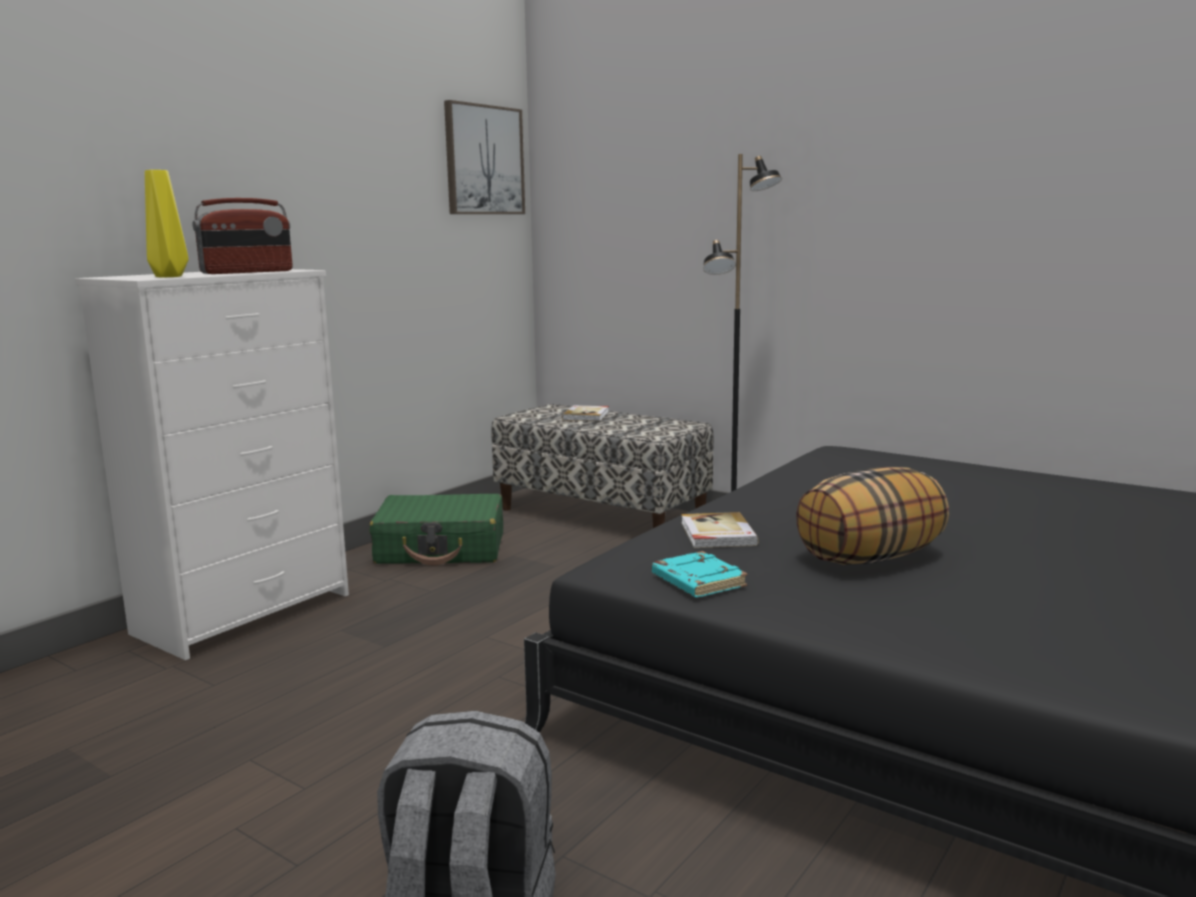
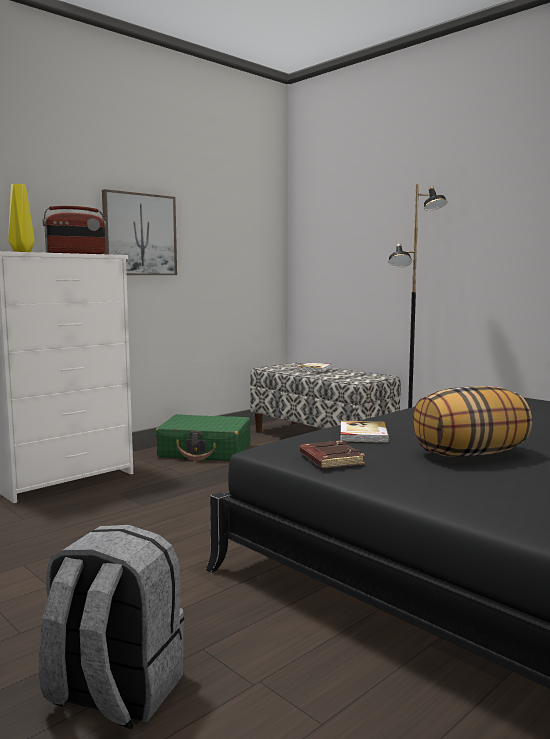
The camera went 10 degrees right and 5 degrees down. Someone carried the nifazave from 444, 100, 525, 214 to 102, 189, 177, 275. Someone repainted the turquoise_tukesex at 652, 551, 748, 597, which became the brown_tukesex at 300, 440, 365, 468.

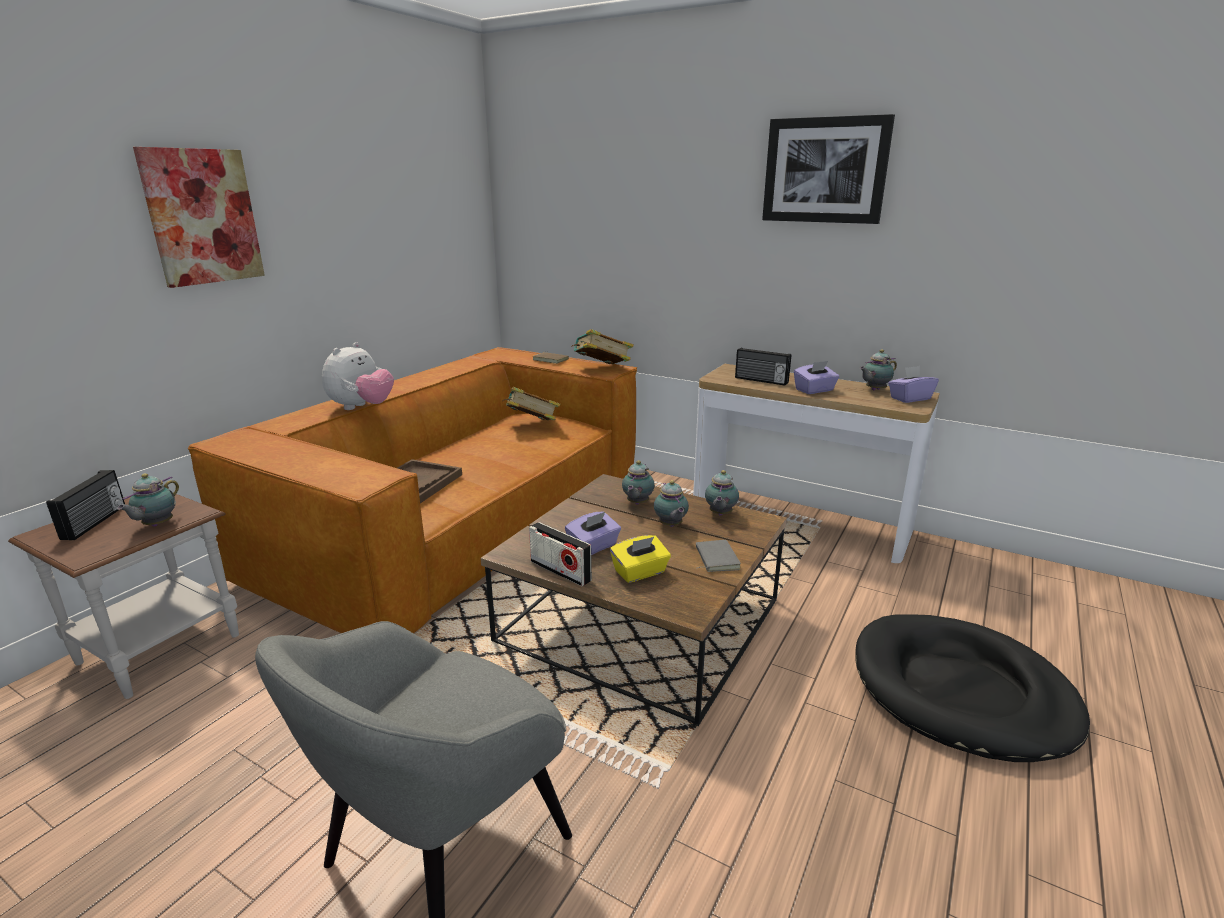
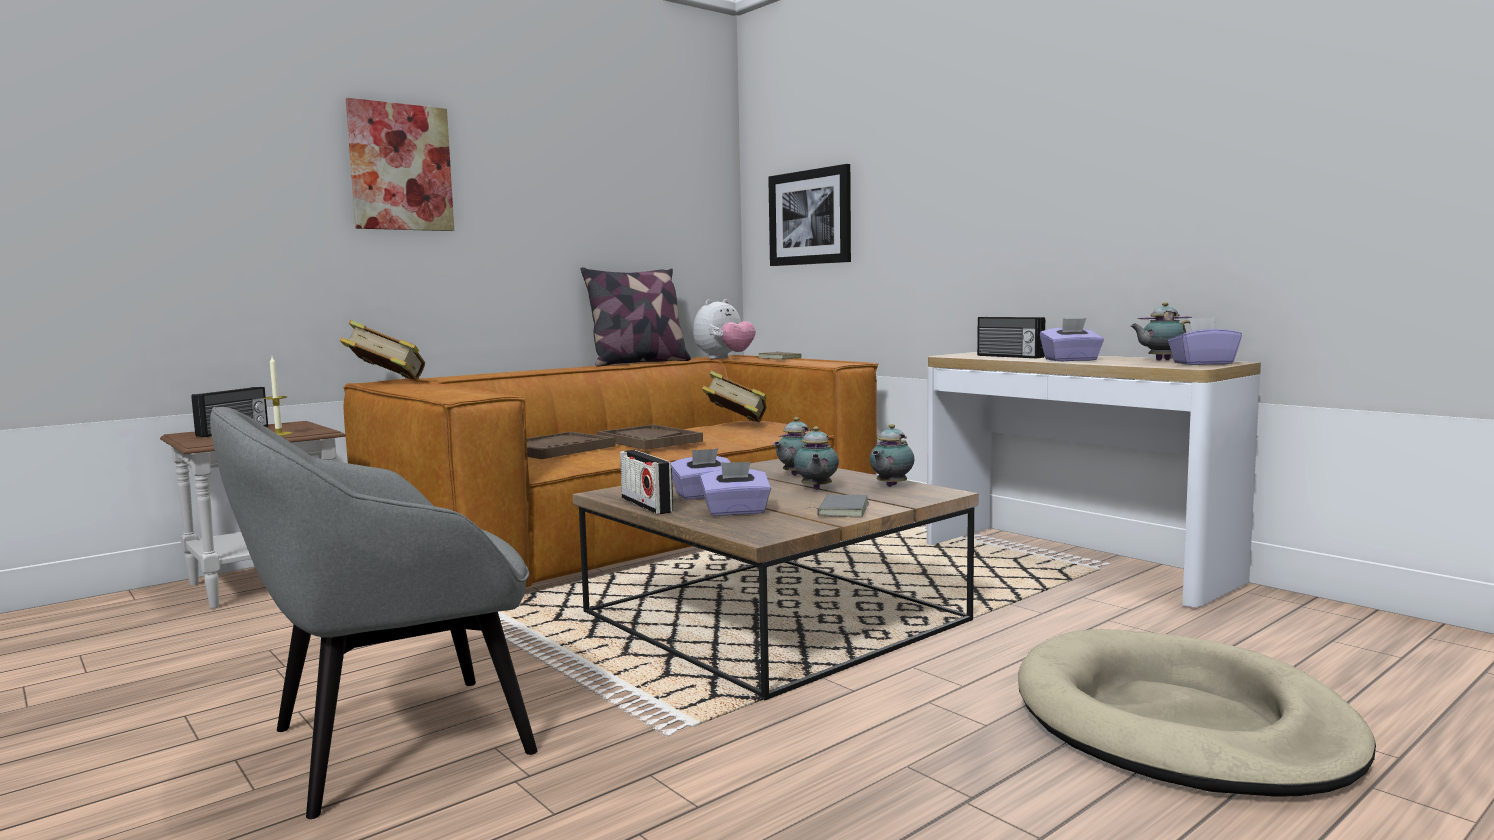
The camera went 20 degrees right and 15 degrees down. Someone put down the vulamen at 581, 267, 691, 367. Someone put down the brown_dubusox at 597, 424, 703, 450. Someone carried the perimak from 322, 342, 394, 410 to 693, 299, 756, 359. Someone carried the tukesex from 571, 329, 633, 364 to 340, 320, 425, 380. Someone carried the nifazave from 762, 114, 895, 224 to 768, 164, 851, 266. Someone swapped the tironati at 117, 473, 179, 527 for the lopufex at 264, 357, 292, 436. Someone repainted the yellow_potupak at 610, 535, 671, 583, which became the purple_potupak at 700, 462, 771, 516. Someone repainted the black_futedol at 855, 614, 1090, 762, which became the beige_futedol at 1018, 629, 1376, 797.

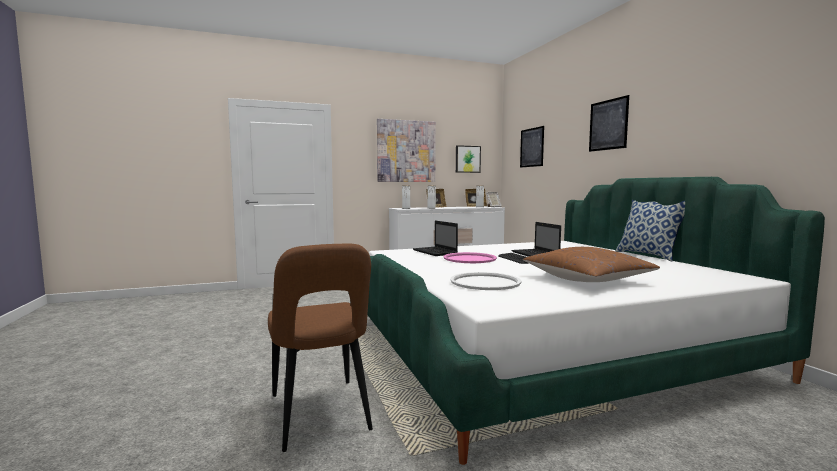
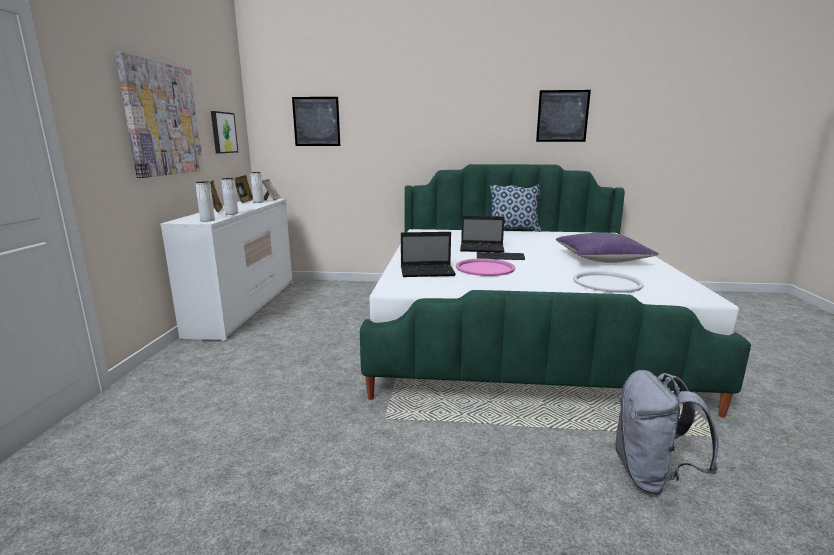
The camera went 65 degrees left and 10 degrees up. Someone carried the nifazave from 589, 95, 629, 152 to 536, 90, 591, 142. Someone swapped the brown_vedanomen at 268, 244, 373, 452 for the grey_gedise at 614, 370, 719, 495. Someone repainted the brown_vulamen at 523, 247, 660, 282, which became the purple_vulamen at 556, 232, 659, 263.

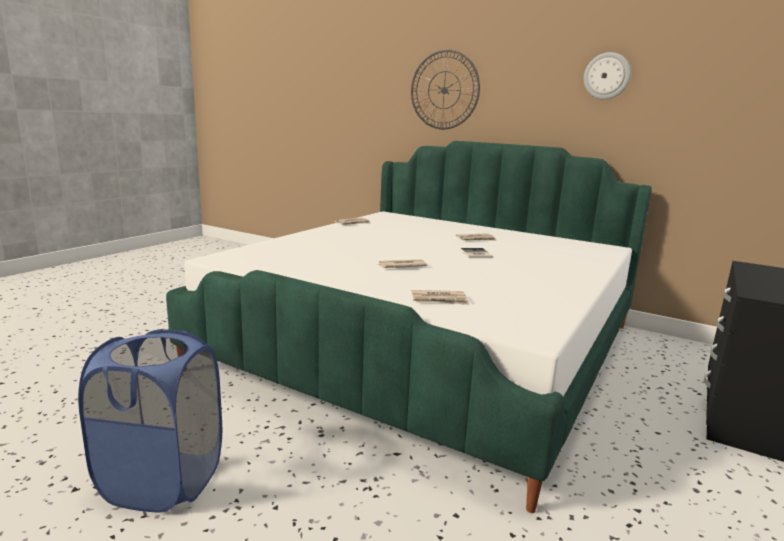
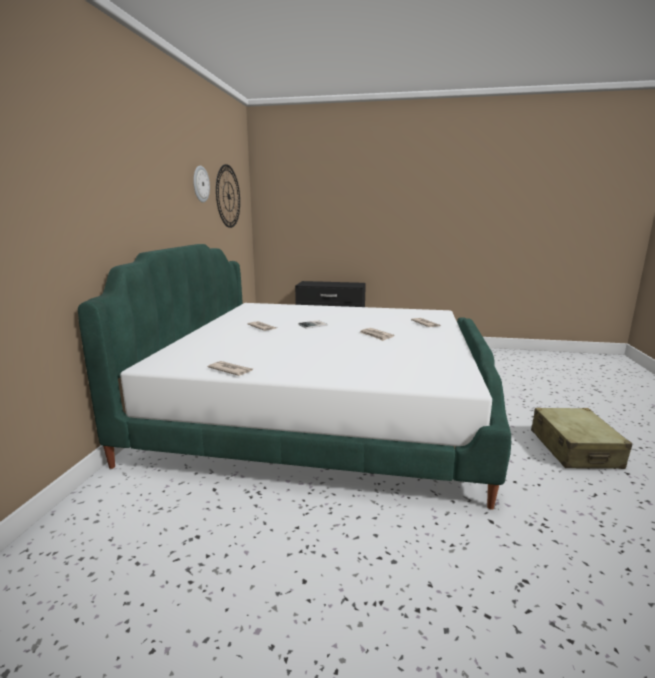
The camera went 110 degrees left and 0 degrees up. Someone carried the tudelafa from 411, 50, 480, 129 to 216, 164, 240, 228. Someone swapped the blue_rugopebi at 78, 329, 222, 512 for the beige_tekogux at 531, 408, 632, 469.

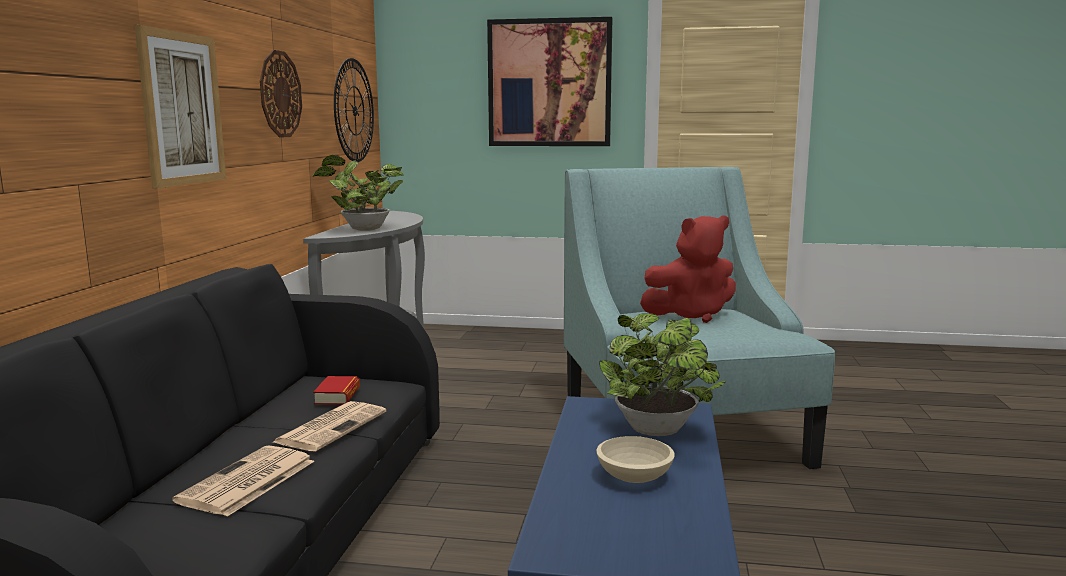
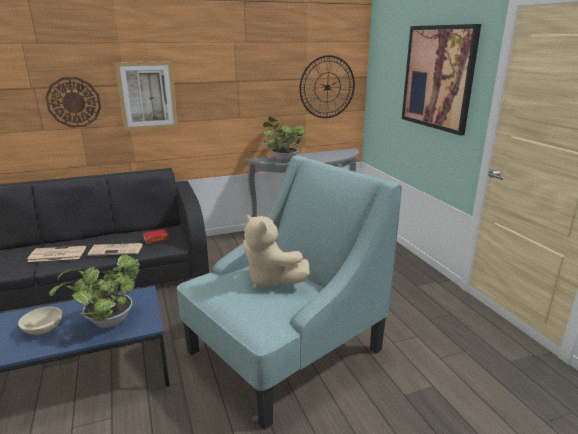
The camera went 60 degrees right and 10 degrees up. Someone carried the tudelafa from 260, 50, 302, 138 to 45, 77, 101, 128. Someone repainted the red_perimak at 640, 215, 736, 323, which became the beige_perimak at 243, 214, 310, 289.

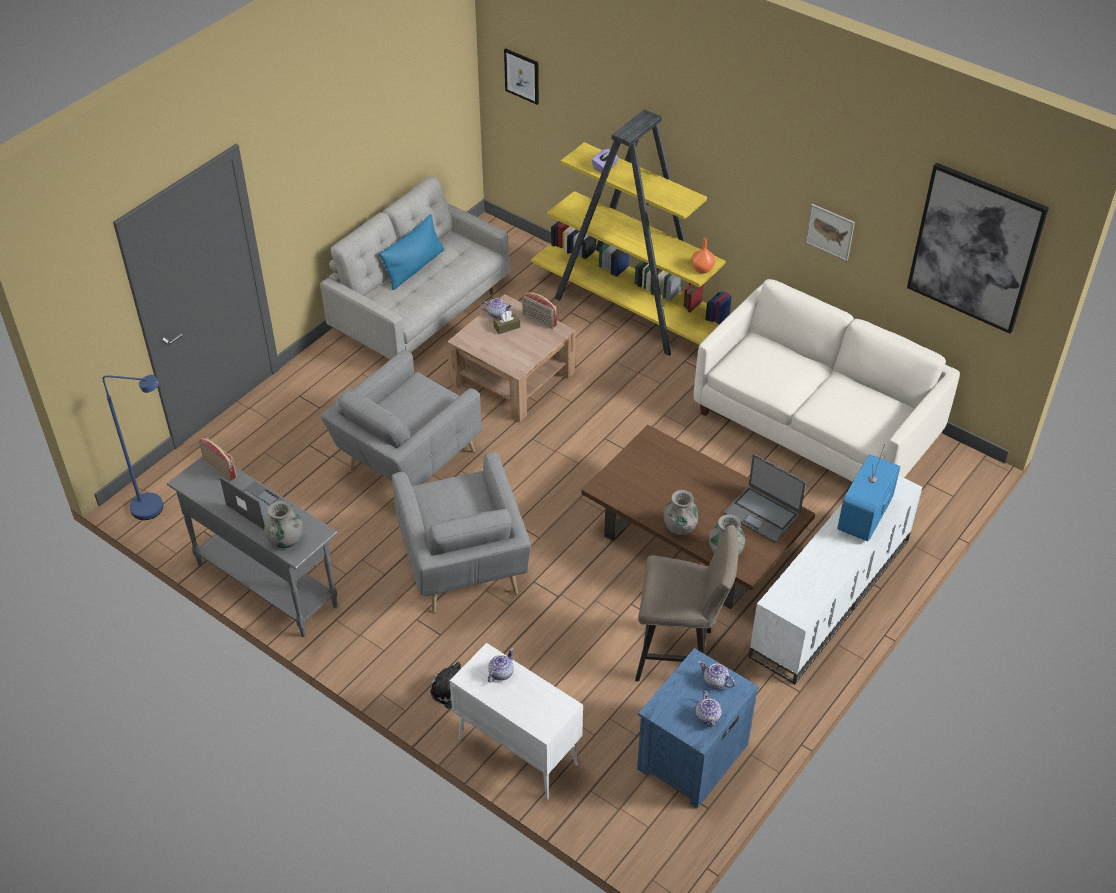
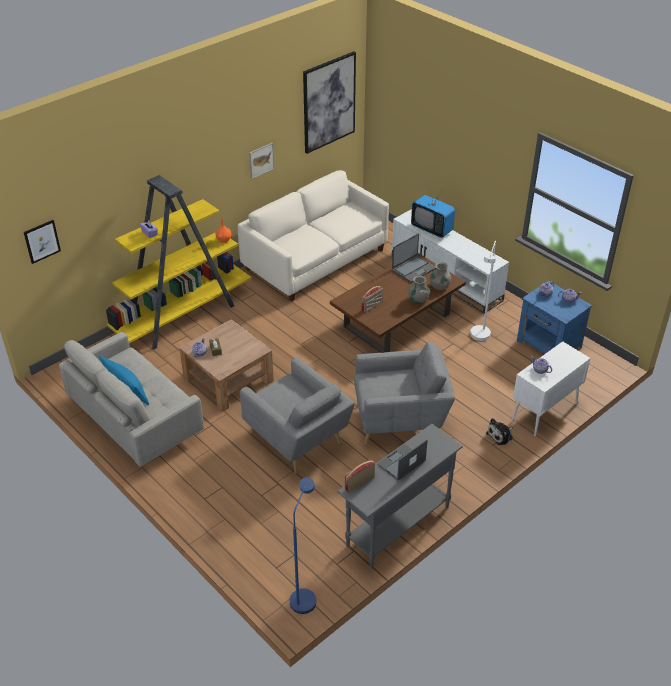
The camera went 80 degrees left and 5 degrees down. Someone took away the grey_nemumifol at 264, 501, 303, 548. Someone carried the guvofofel from 522, 292, 557, 329 to 361, 286, 383, 313. Someone swapped the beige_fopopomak at 635, 525, 739, 681 for the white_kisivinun at 470, 241, 496, 341.

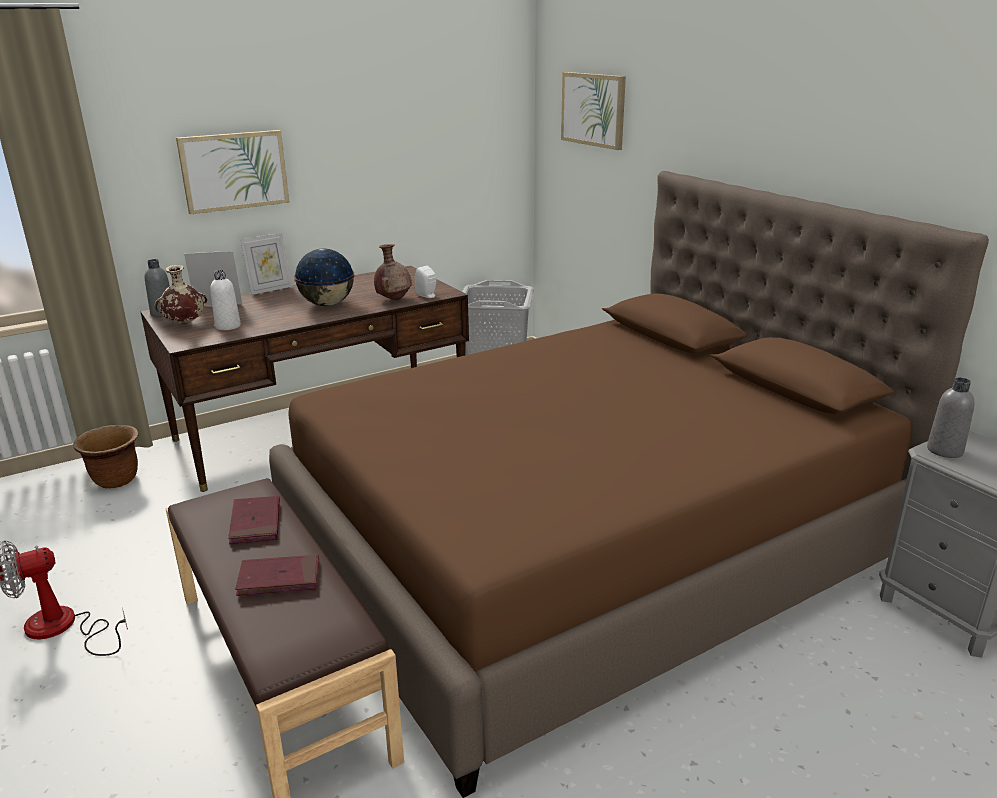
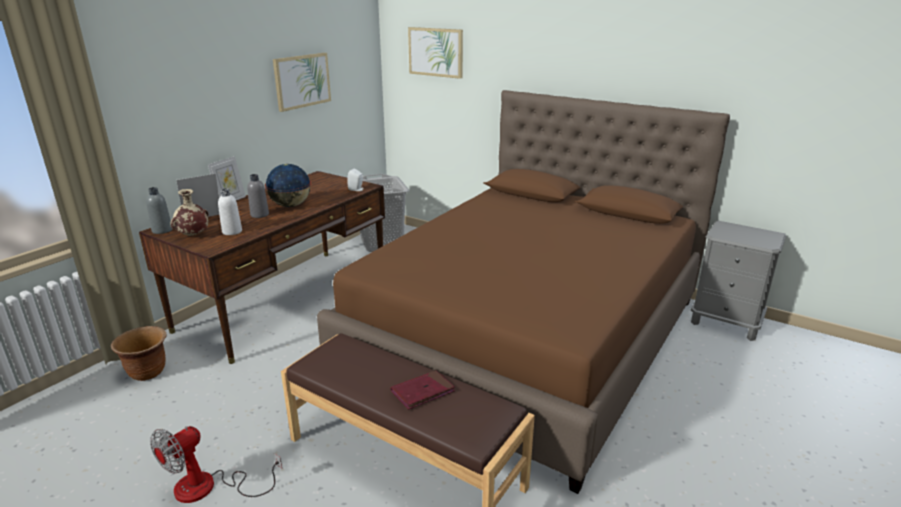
The camera went 25 degrees left and 0 degrees up. Someone took away the red_tukesex at 228, 496, 280, 544. Someone took away the brown_nemumifol at 374, 244, 412, 300. Someone carried the nifazave from 176, 130, 290, 215 to 273, 53, 331, 112. Someone carried the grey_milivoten from 927, 378, 975, 458 to 247, 174, 269, 218.

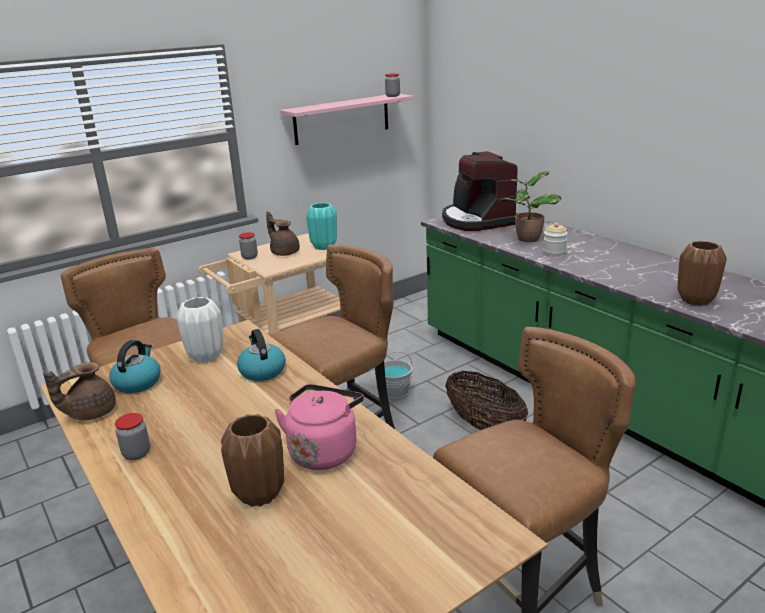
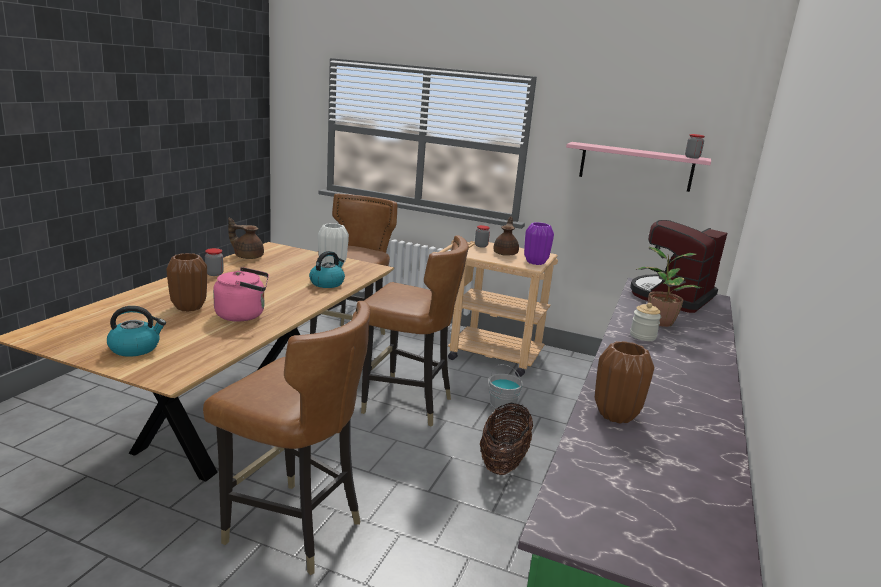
The camera went 55 degrees right and 5 degrees down. Someone carried the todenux from 109, 340, 161, 393 to 107, 306, 166, 357. Someone repainted the turquoise_nemumifol at 306, 203, 337, 250, which became the purple_nemumifol at 524, 222, 554, 265.

